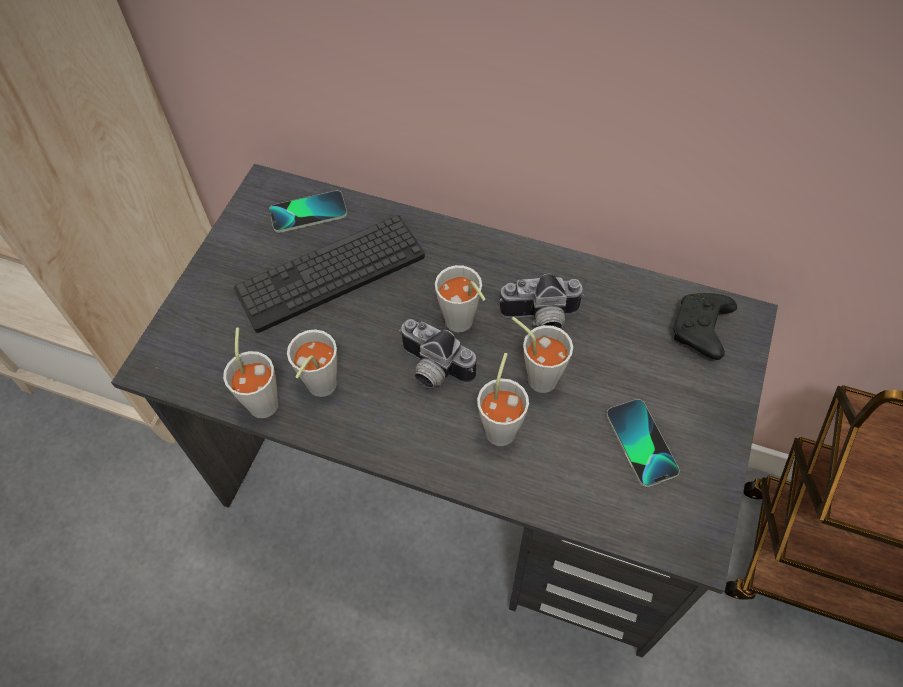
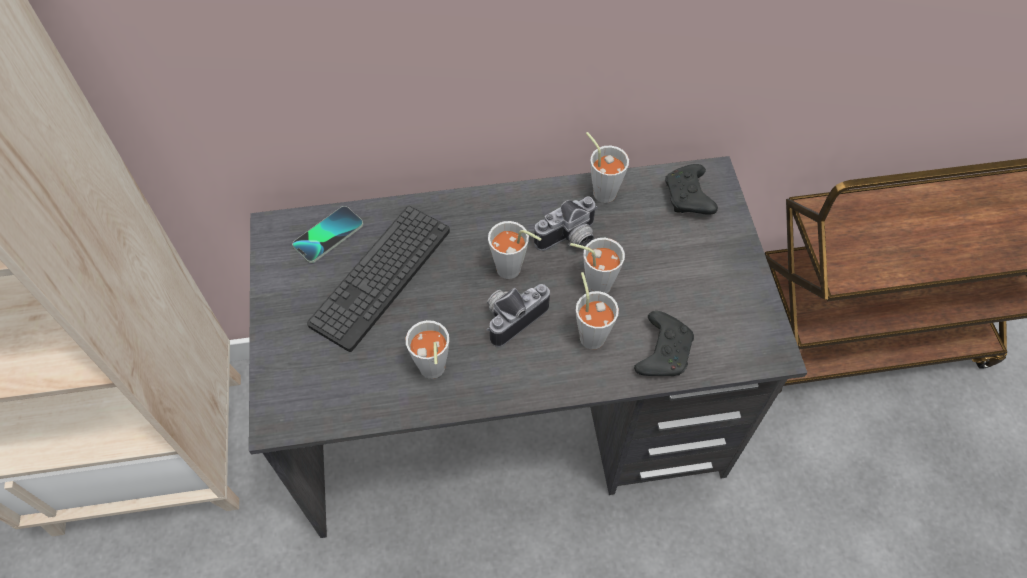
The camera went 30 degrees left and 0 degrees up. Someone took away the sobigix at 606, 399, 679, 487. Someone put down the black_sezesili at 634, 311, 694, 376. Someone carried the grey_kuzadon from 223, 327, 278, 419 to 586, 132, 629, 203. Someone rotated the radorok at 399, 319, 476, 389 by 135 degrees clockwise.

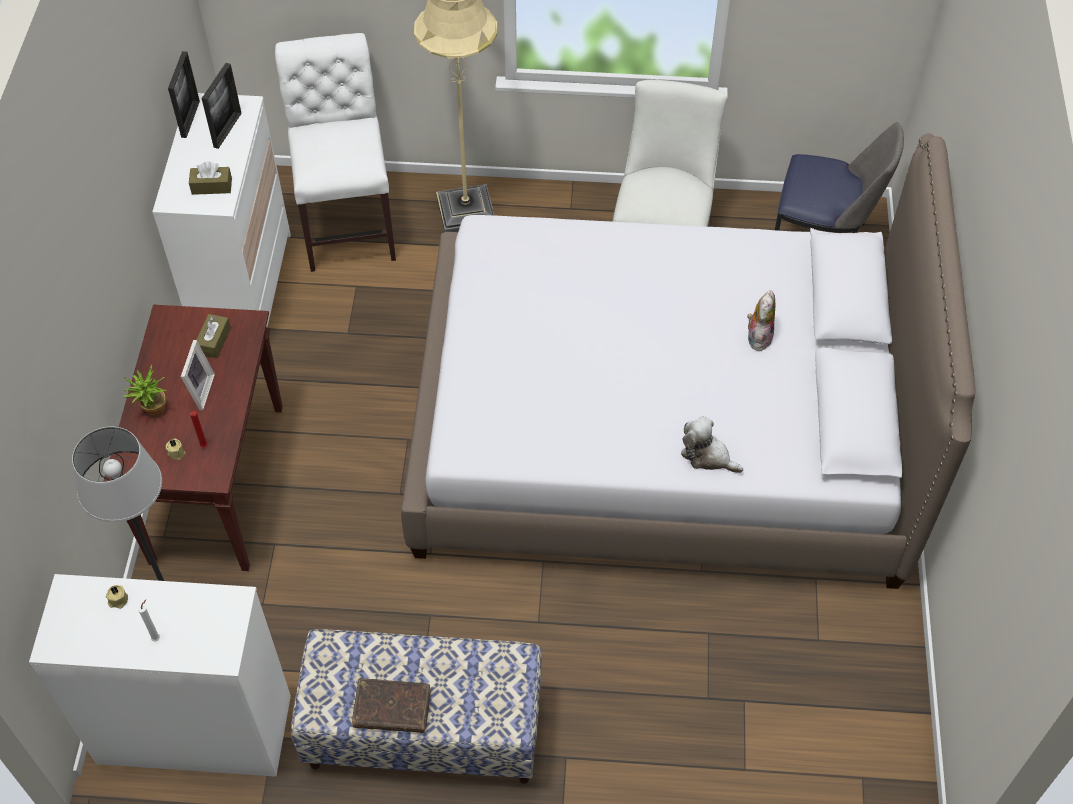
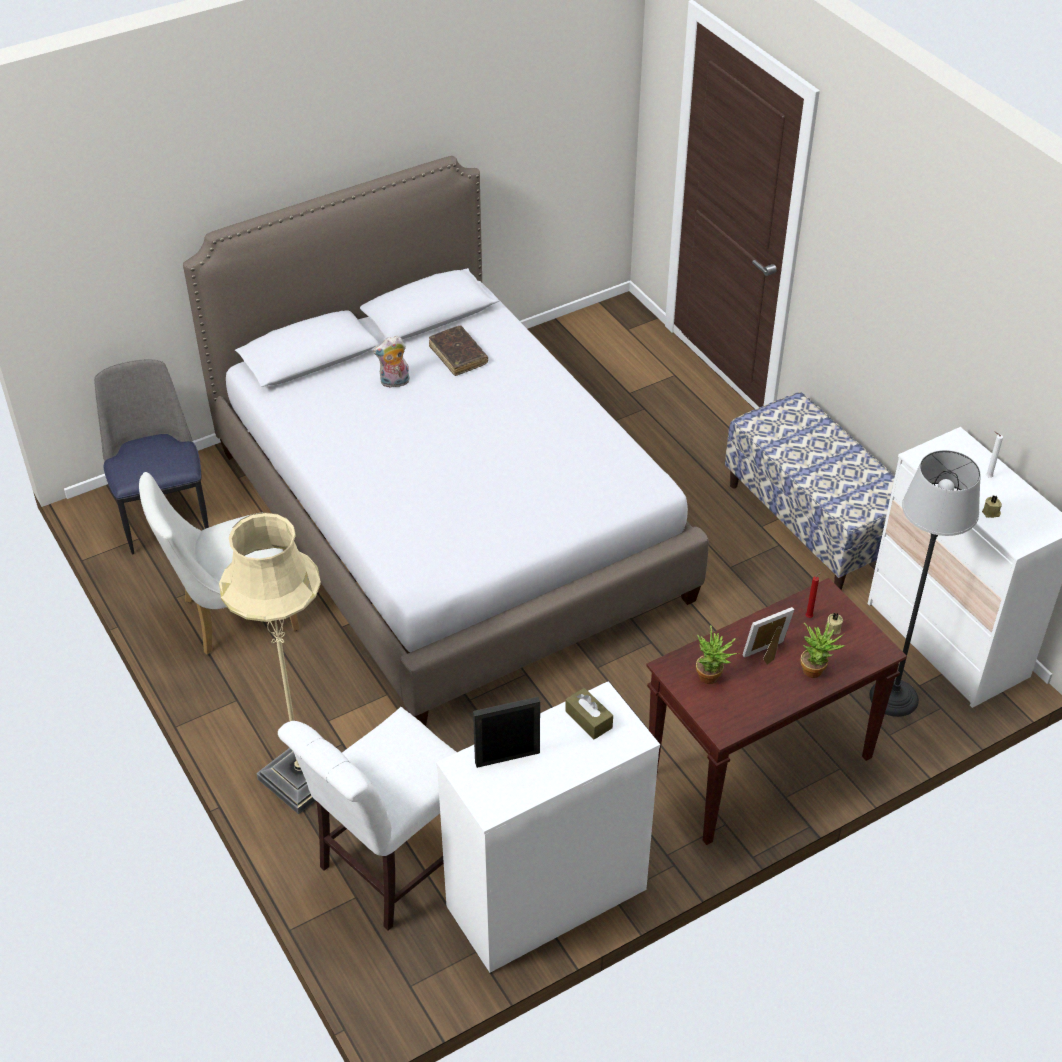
The camera went 125 degrees left and 10 degrees down. Someone took away the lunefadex at 168, 51, 200, 138. Someone took away the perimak at 681, 416, 743, 473. Someone carried the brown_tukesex from 352, 678, 431, 733 to 429, 326, 488, 376. Someone swapped the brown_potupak at 196, 314, 231, 358 for the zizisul at 696, 625, 740, 684.

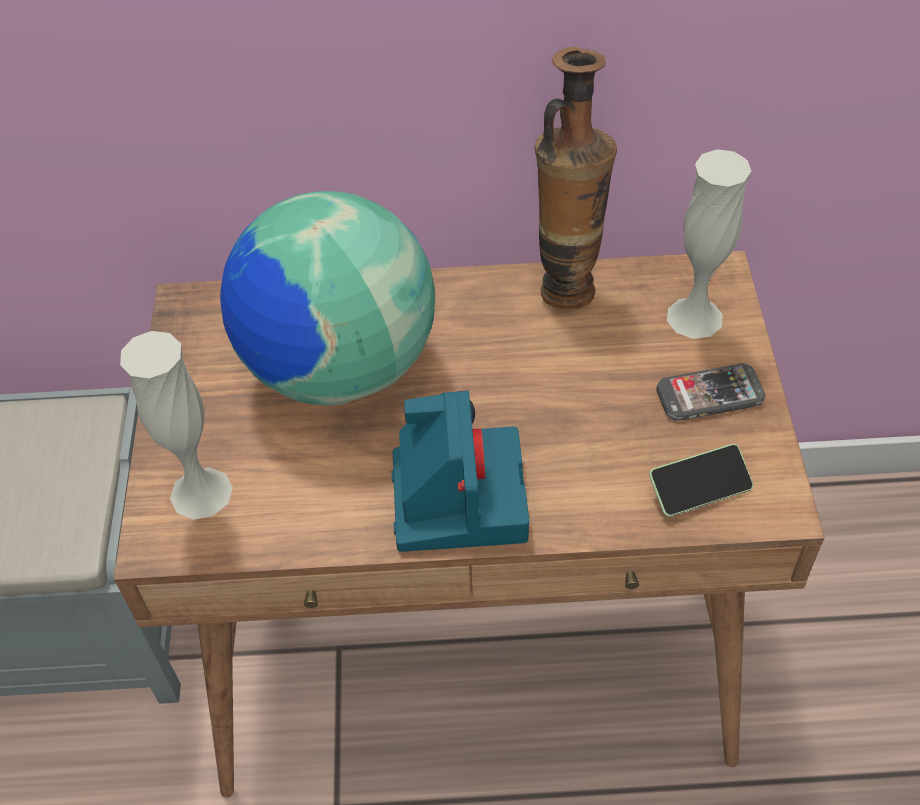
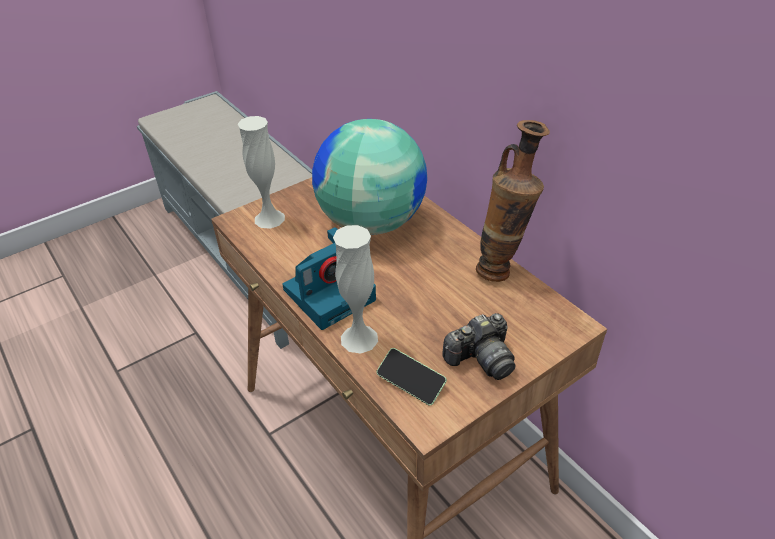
The camera went 55 degrees right and 10 degrees down. Someone carried the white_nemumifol from 667, 149, 751, 339 to 333, 225, 378, 354. Someone swapped the sobigix at 656, 363, 766, 421 for the radorok at 442, 313, 515, 380.

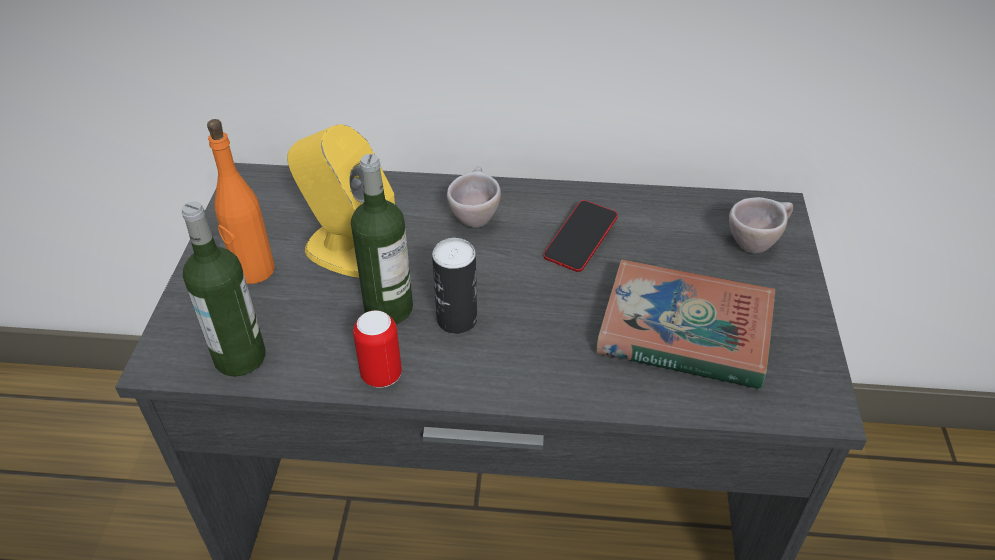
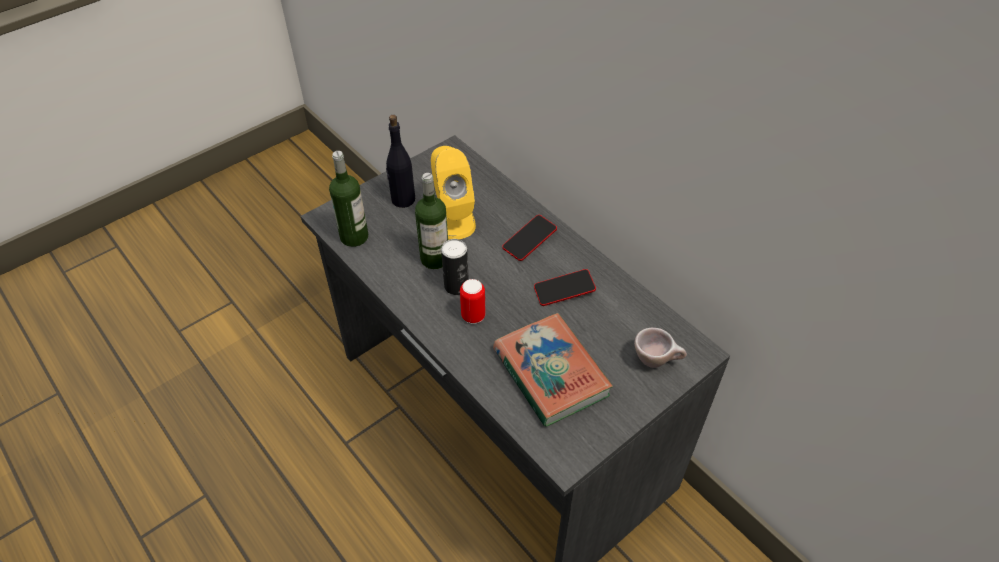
The camera went 45 degrees right and 5 degrees up. Someone carried the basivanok from 353, 310, 402, 388 to 460, 279, 485, 324. Someone swapped the beige_kuzadon at 447, 166, 501, 228 for the sobigix at 502, 215, 557, 261. Someone repainted the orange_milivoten at 207, 119, 275, 284, which became the black_milivoten at 386, 115, 415, 208.

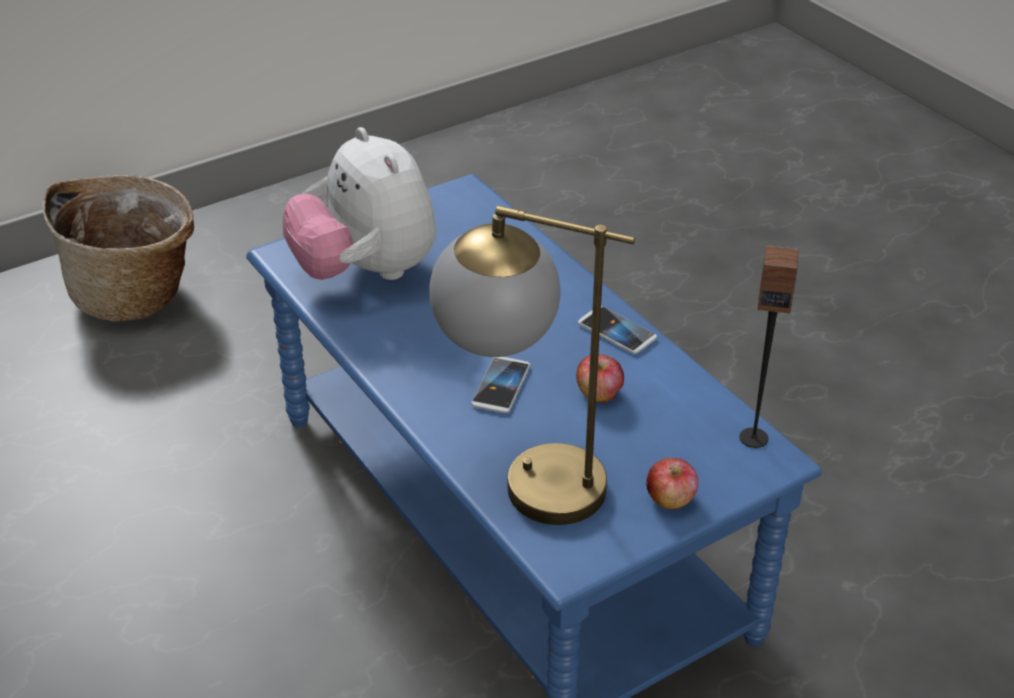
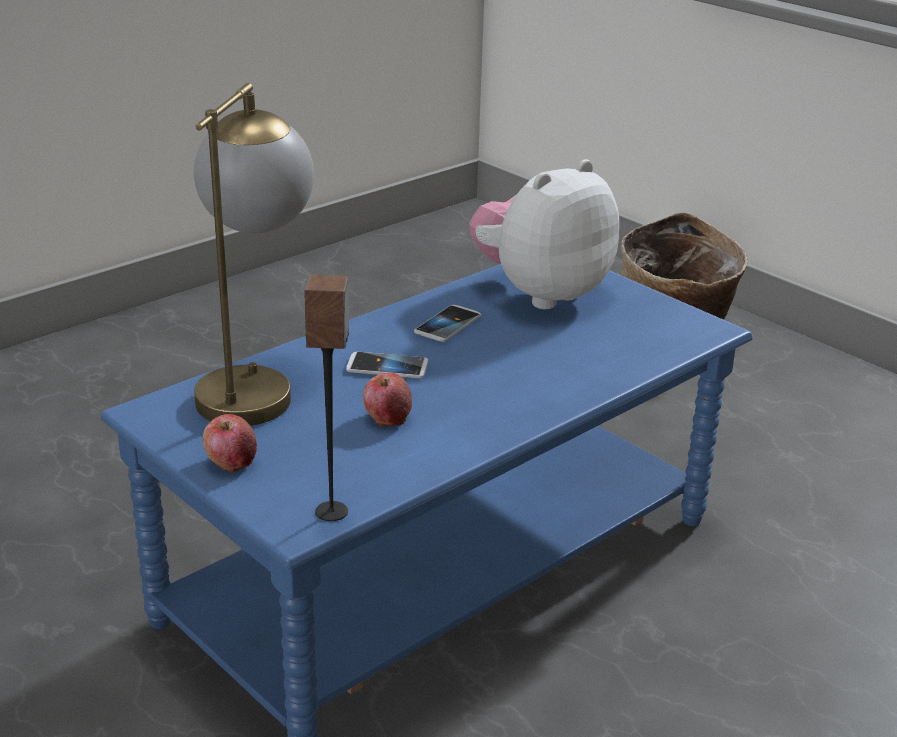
The camera went 80 degrees right and 10 degrees down. Someone carried the sobigix from 578, 306, 657, 354 to 414, 305, 481, 342.

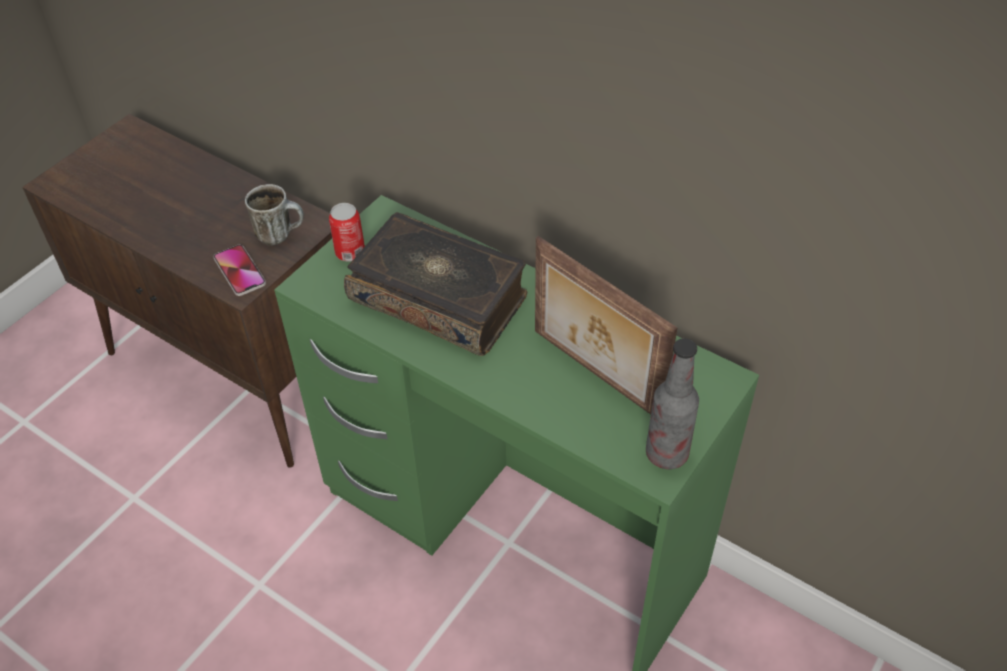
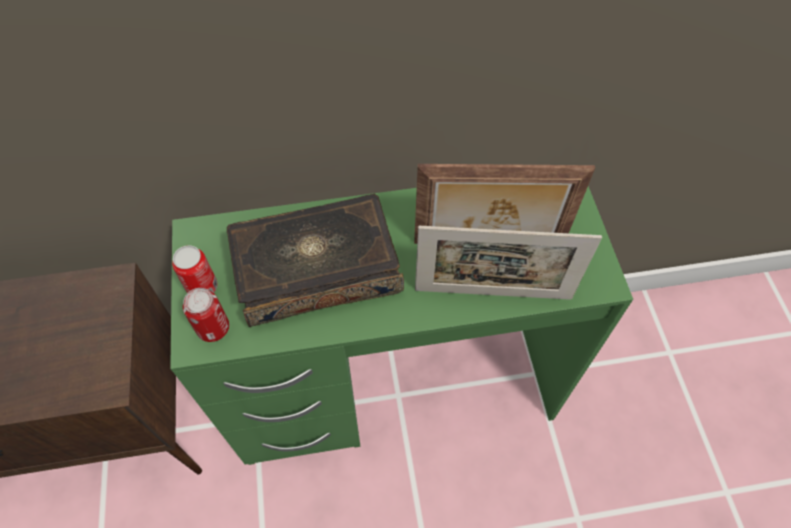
The camera went 45 degrees left and 10 degrees up. Someone took away the sobigix at 213, 245, 266, 296. Someone took away the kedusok at 245, 184, 304, 246. Someone took away the milivoten at 646, 338, 699, 469. Someone put down the basivanok at 183, 288, 229, 342. Someone put down the lunefadex at 415, 226, 602, 300.

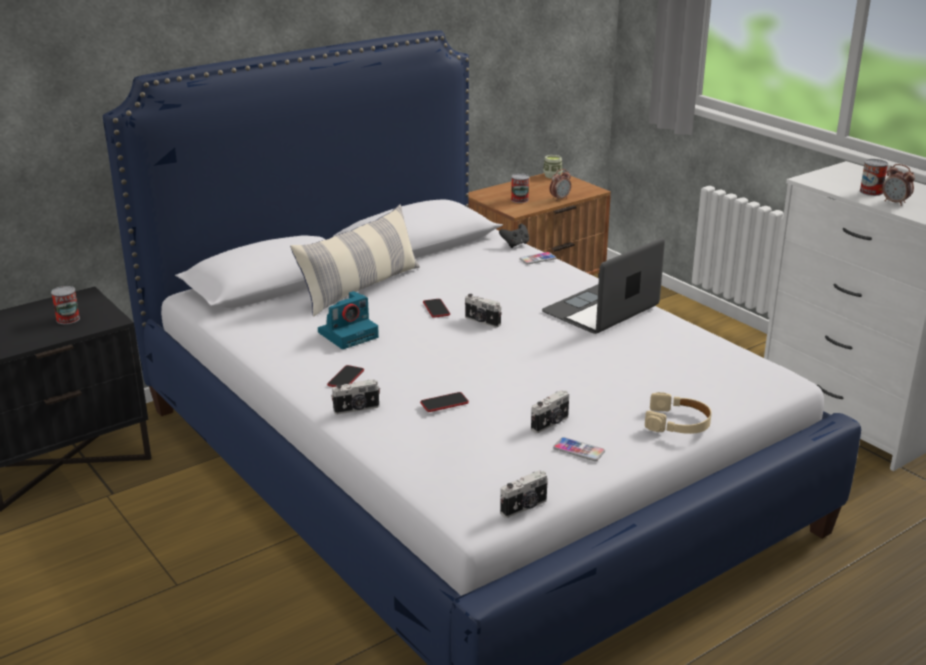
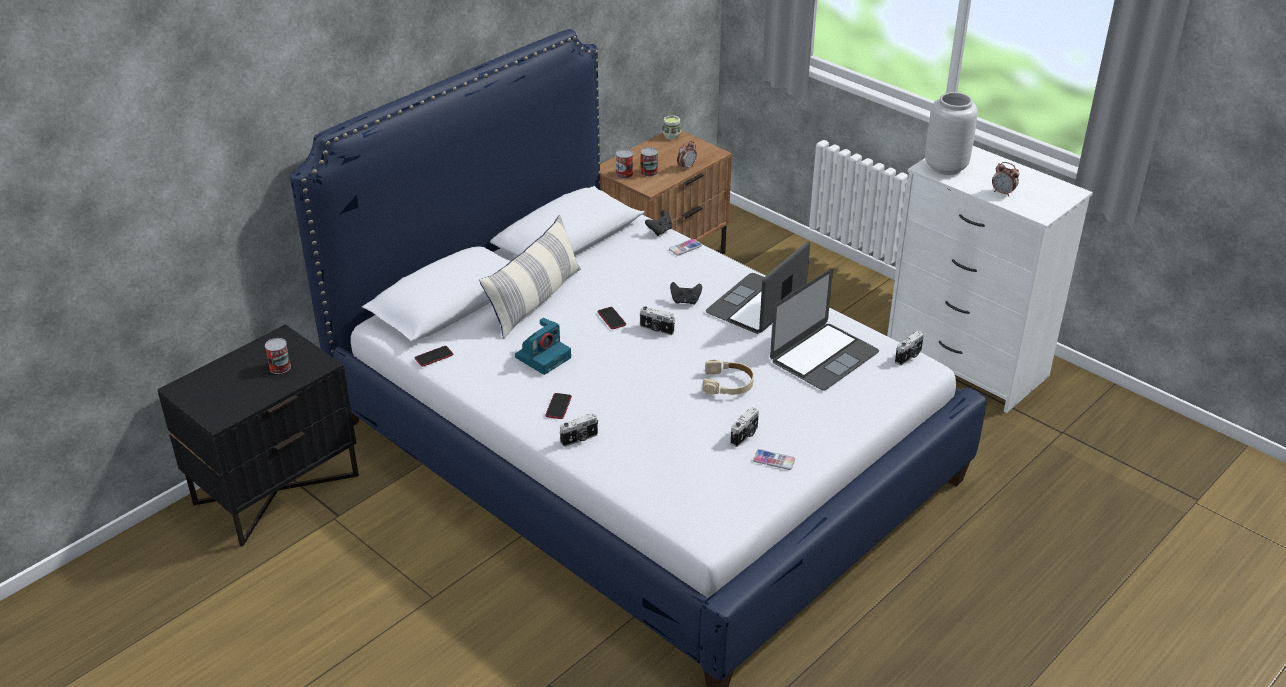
The camera went 10 degrees left and 10 degrees up. Someone put down the black_sezesili at 670, 282, 702, 305. Someone put down the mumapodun at 770, 269, 879, 390. Someone put down the grey_nemumifol at 925, 92, 978, 175. Someone carried the sobigix from 420, 392, 469, 412 to 415, 346, 453, 367. Someone carried the radorok from 500, 470, 548, 518 to 895, 331, 924, 366. Someone carried the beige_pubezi from 645, 392, 712, 434 to 703, 360, 754, 395. Someone carried the basivanok from 860, 159, 888, 196 to 616, 149, 633, 179.

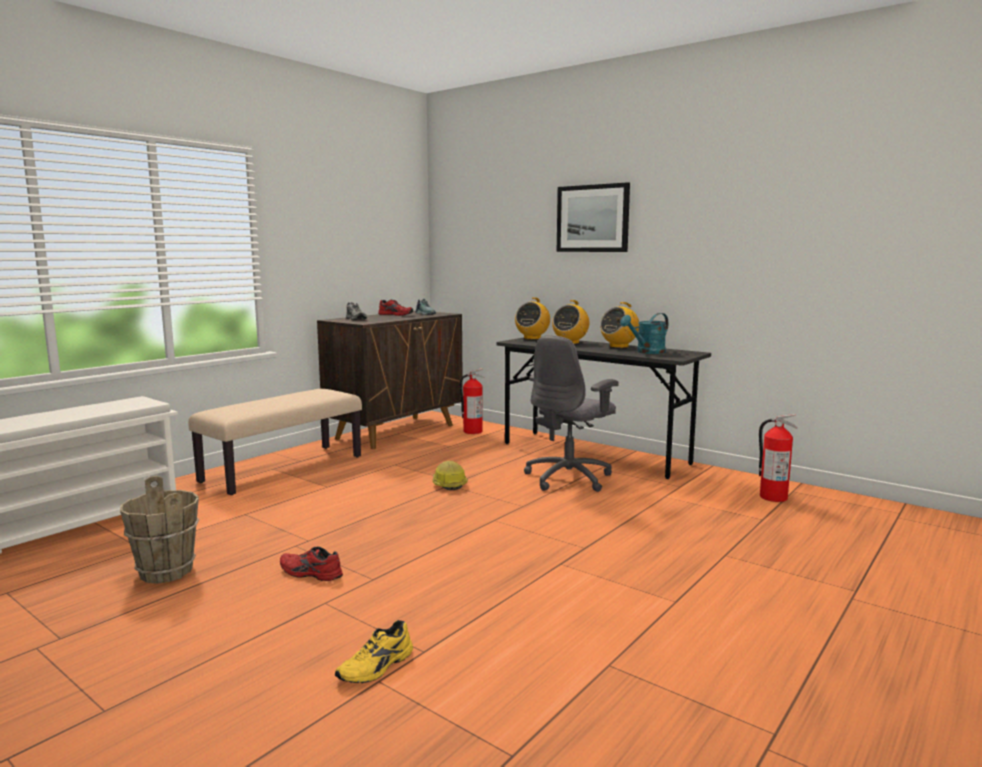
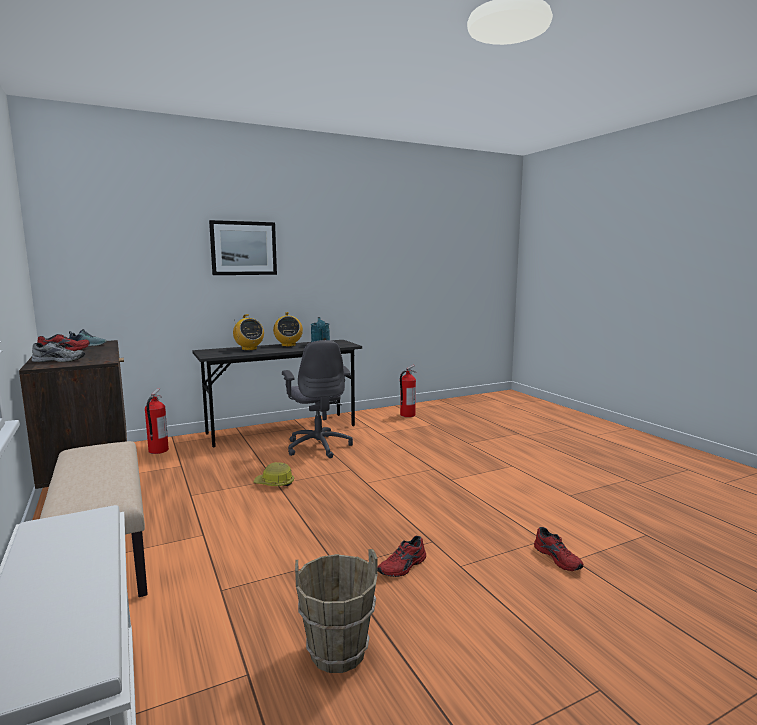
The camera went 65 degrees left and 0 degrees up. Someone took away the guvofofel at 515, 297, 550, 340. Someone repainted the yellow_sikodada at 335, 620, 413, 683, which became the red_sikodada at 534, 527, 584, 571.

